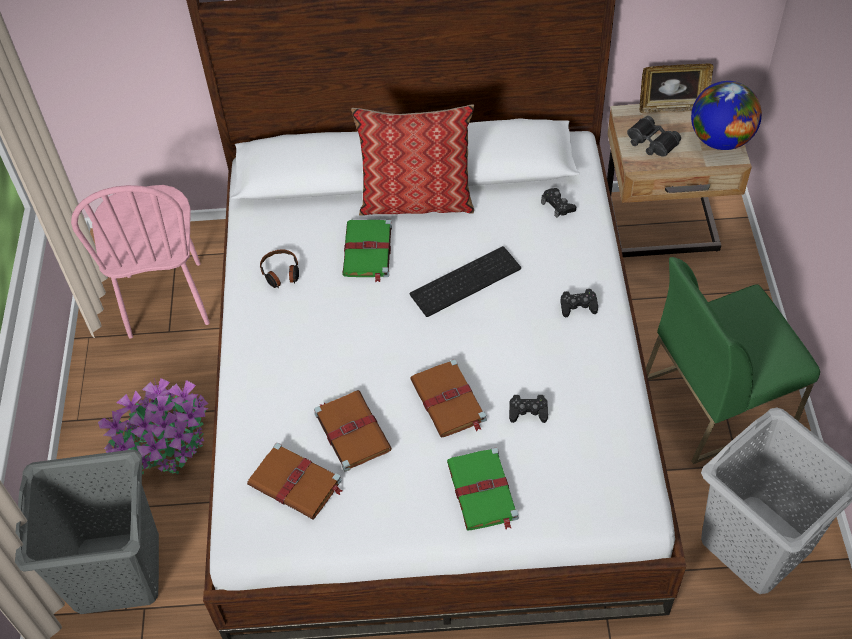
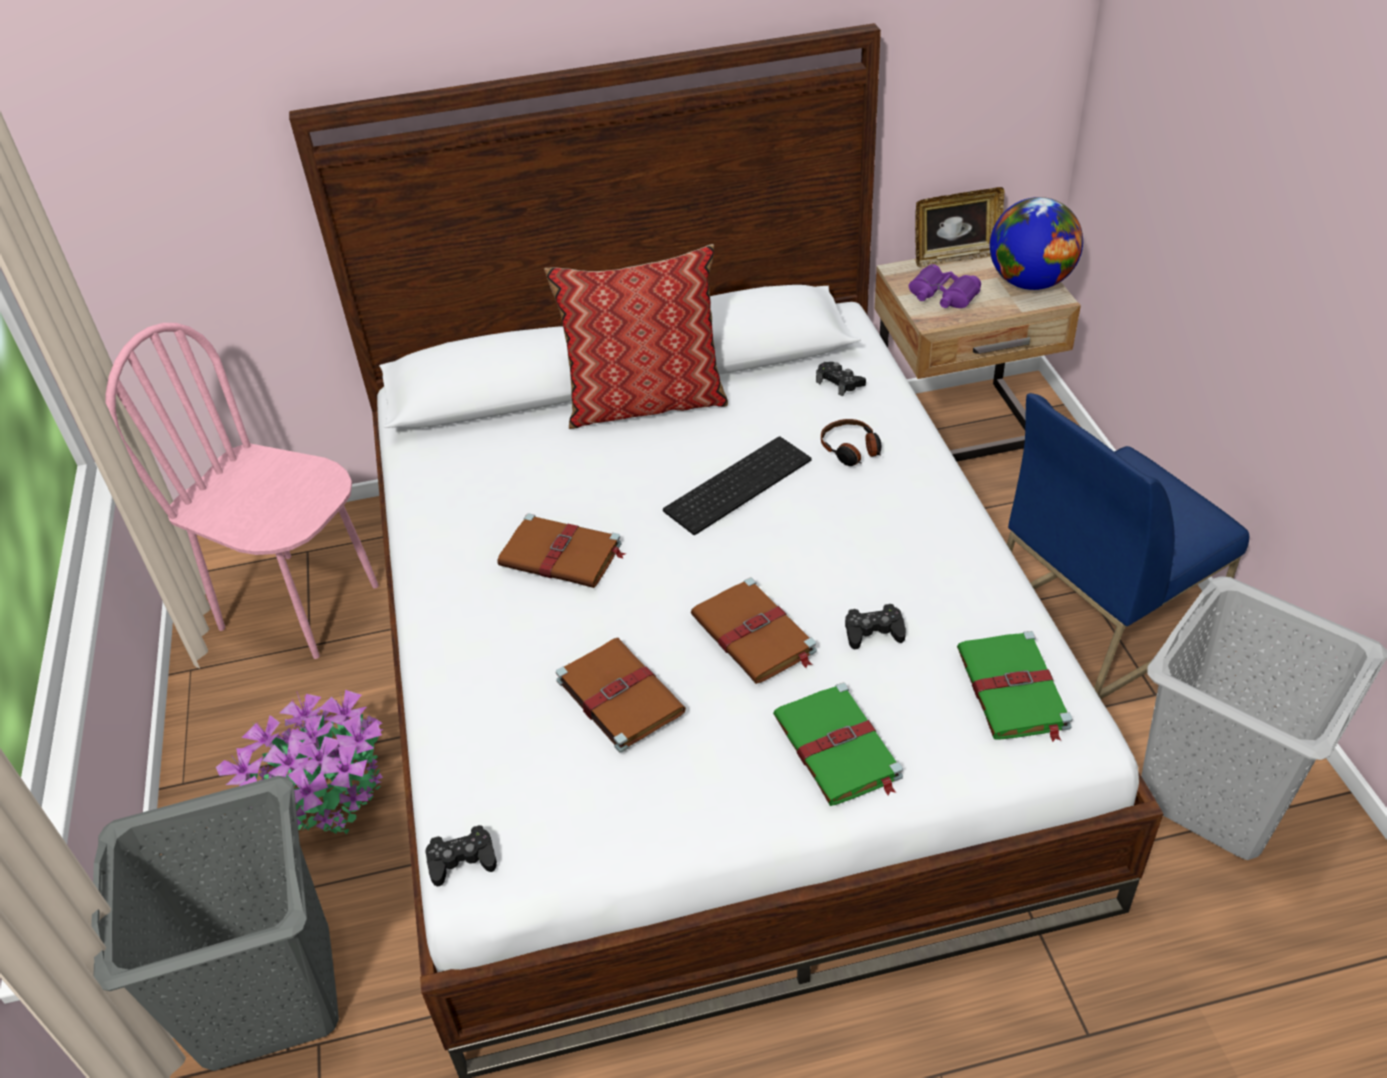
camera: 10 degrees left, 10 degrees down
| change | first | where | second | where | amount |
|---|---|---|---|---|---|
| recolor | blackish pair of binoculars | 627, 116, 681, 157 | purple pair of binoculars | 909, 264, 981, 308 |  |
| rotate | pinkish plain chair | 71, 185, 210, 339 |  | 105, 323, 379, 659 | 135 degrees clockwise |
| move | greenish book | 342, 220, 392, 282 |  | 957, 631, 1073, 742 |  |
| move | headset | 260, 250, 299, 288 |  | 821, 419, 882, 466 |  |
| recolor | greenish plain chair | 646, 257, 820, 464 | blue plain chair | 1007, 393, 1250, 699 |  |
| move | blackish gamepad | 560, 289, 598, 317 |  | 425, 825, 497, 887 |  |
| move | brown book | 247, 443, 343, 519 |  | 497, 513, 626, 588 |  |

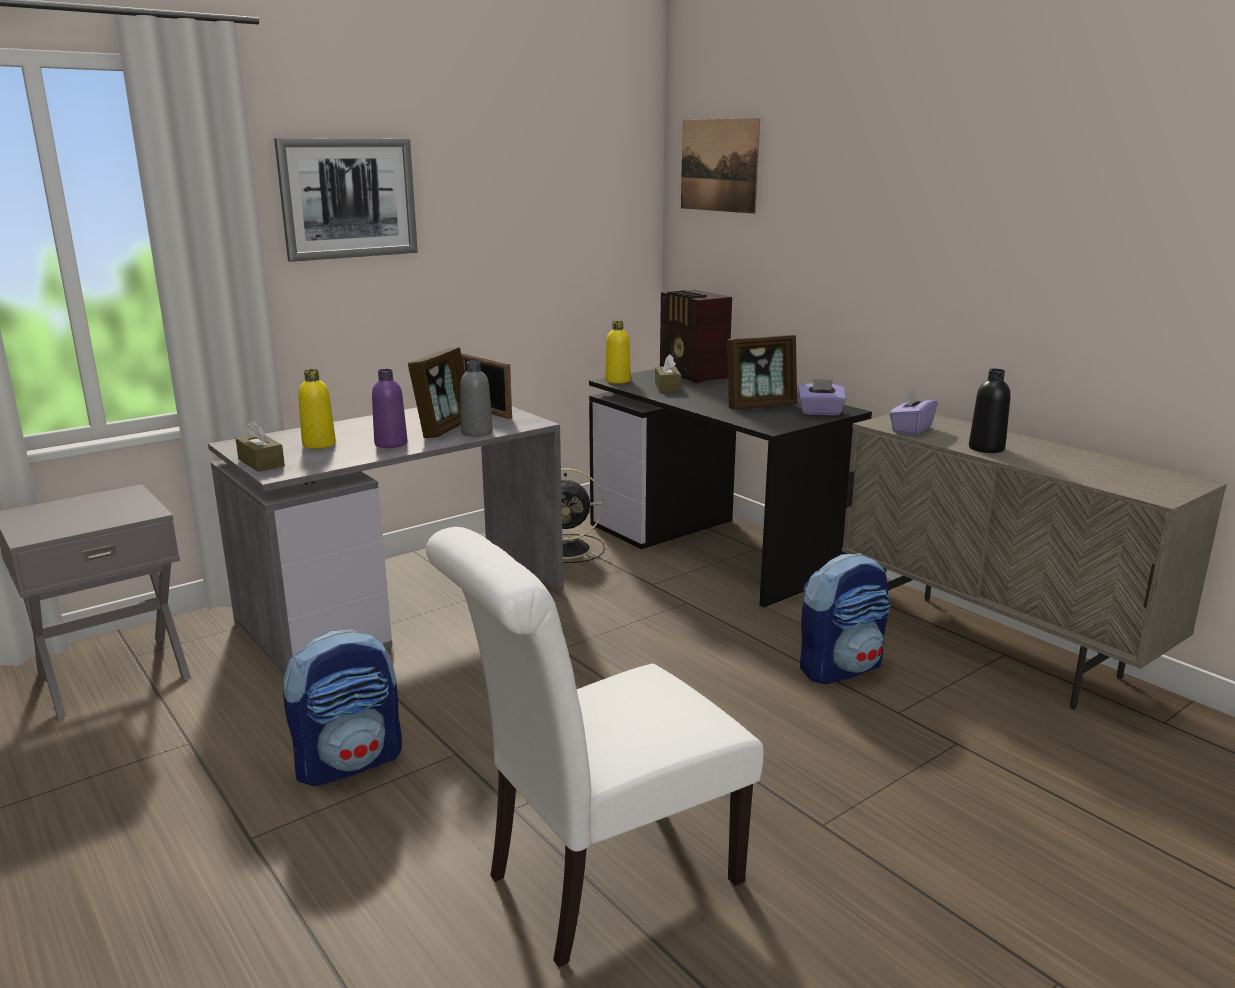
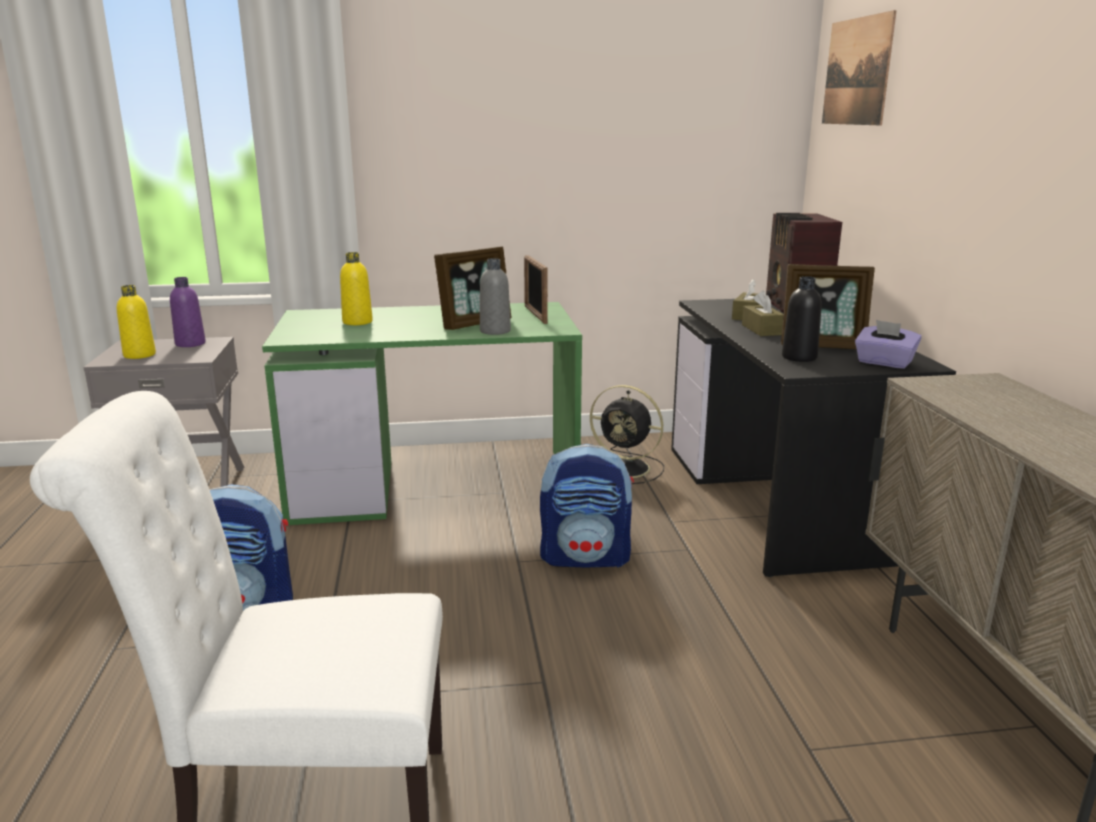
camera: 30 degrees right, 0 degrees up
| change | first | where | second | where | amount |
|---|---|---|---|---|---|
| delete | wall art | 274, 138, 418, 262 |  |  |  |
| move | yellowish drink bottle | 605, 321, 631, 384 |  | 117, 285, 156, 359 |  |
| move | purple drink bottle | 372, 369, 407, 448 |  | 170, 277, 206, 347 |  |
| move | blackish drink bottle | 969, 369, 1010, 453 |  | 782, 276, 822, 362 |  |
| delete | purple tissue holder | 889, 388, 938, 436 |  |  |  |
| recolor | gray desk table | 208, 407, 563, 676 | greenish desk table | 262, 302, 582, 525 |  |
| move | brown tissue holder | 236, 420, 285, 472 |  | 742, 291, 784, 336 |  |
| move | knapsack | 800, 553, 890, 684 |  | 540, 444, 634, 567 |  |

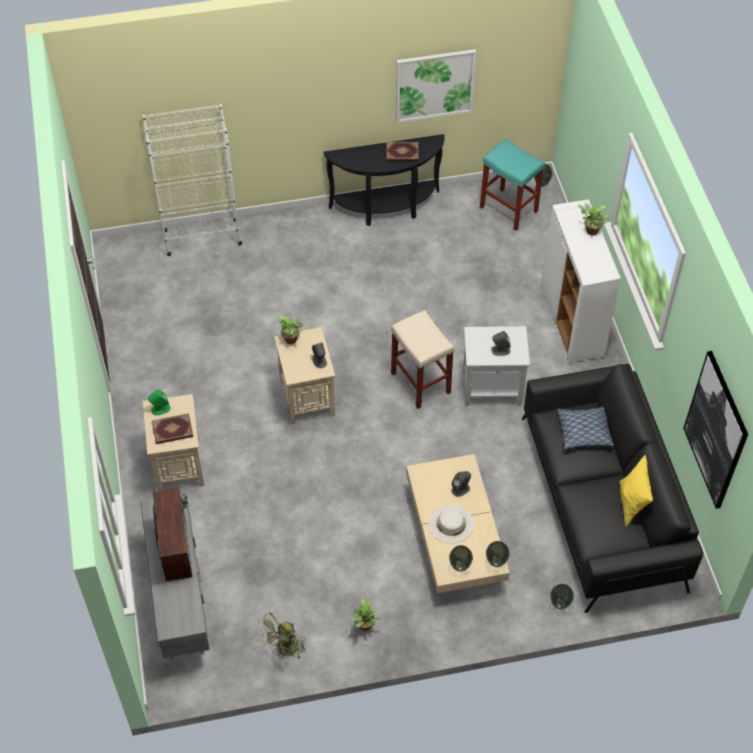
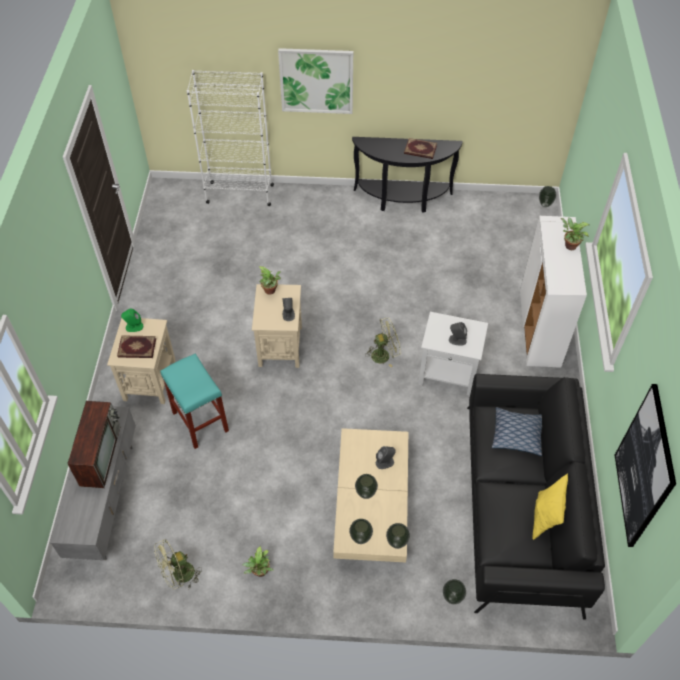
camera: 15 degrees right, 0 degrees up
| change | first | where | second | where | amount |
|---|---|---|---|---|---|
| move | wall art | 396, 49, 477, 123 |  | 278, 48, 353, 114 |  |
| move | turquoise-coloured stool | 480, 139, 545, 231 |  | 160, 354, 229, 449 |  |
| replace | beige stool | 391, 310, 455, 409 | greenish fan | 365, 318, 401, 367 |  |
| replace | white-coloured wearable hat | 429, 504, 474, 543 | vase | 355, 474, 378, 499 |  |

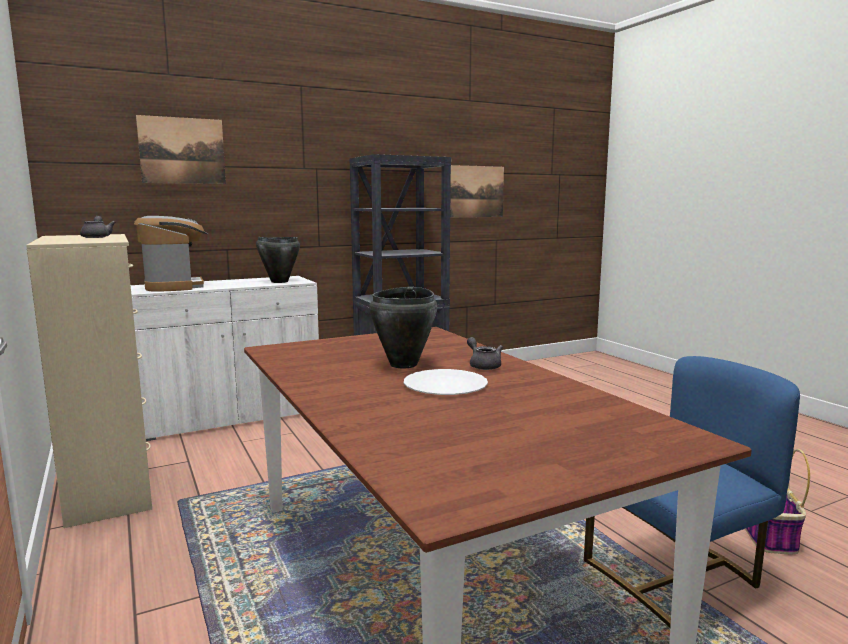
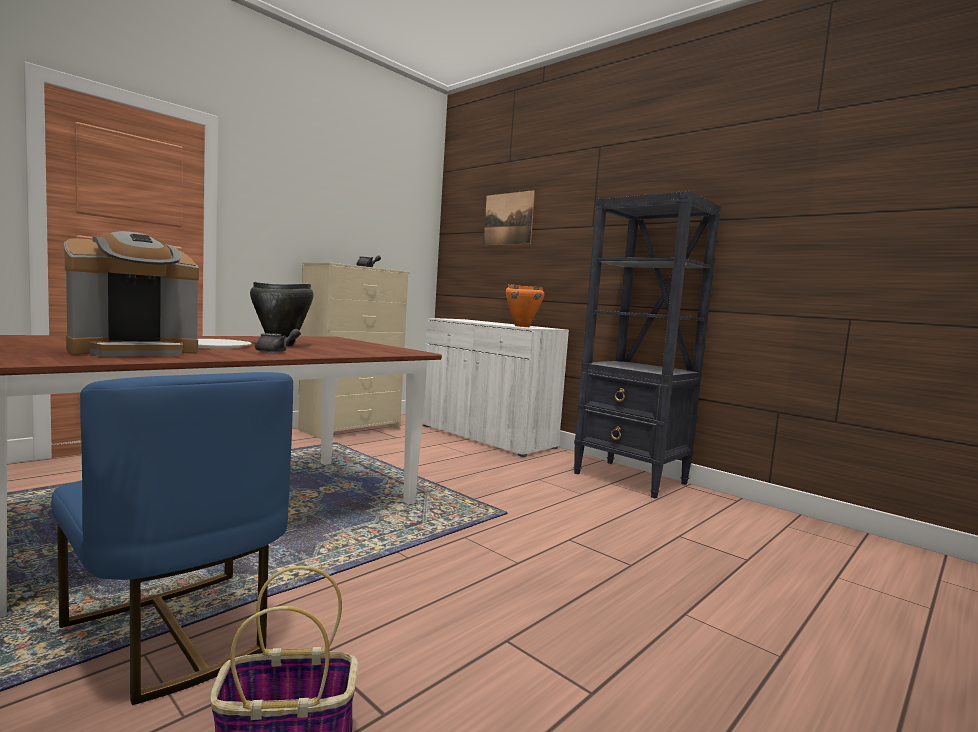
camera: 70 degrees right, 5 degrees down
| change | first | where | second | where | amount |
|---|---|---|---|---|---|
| delete | wall art | 450, 165, 504, 218 |  |  |  |
| move | coffee brewer | 134, 216, 208, 292 |  | 64, 231, 199, 357 |  |
| recolor | blackish cooking pot | 256, 237, 300, 283 | orangey cooking pot | 506, 284, 544, 327 |  |

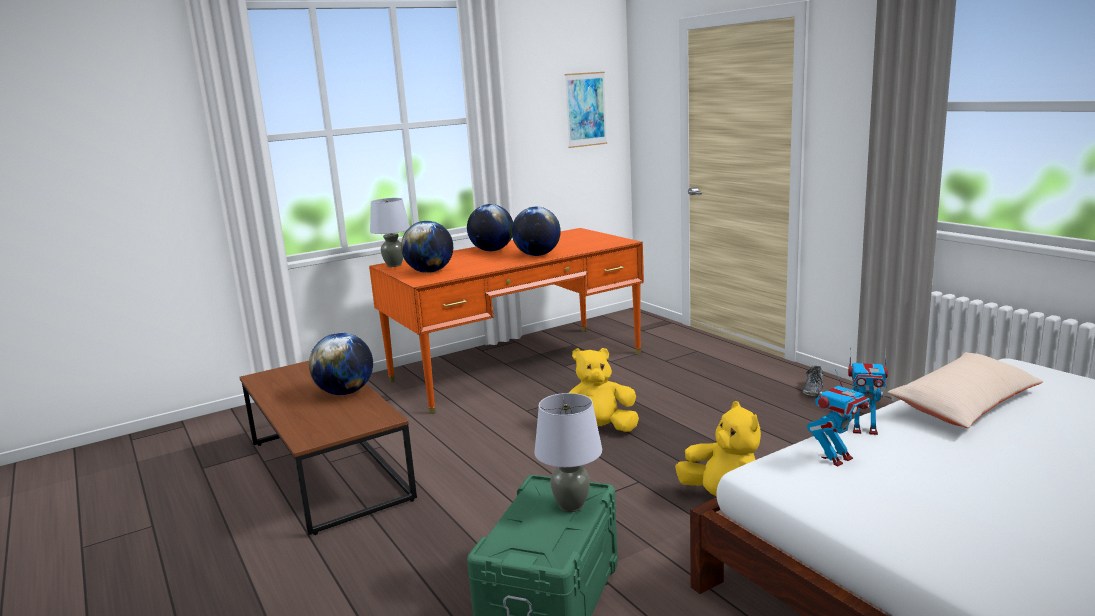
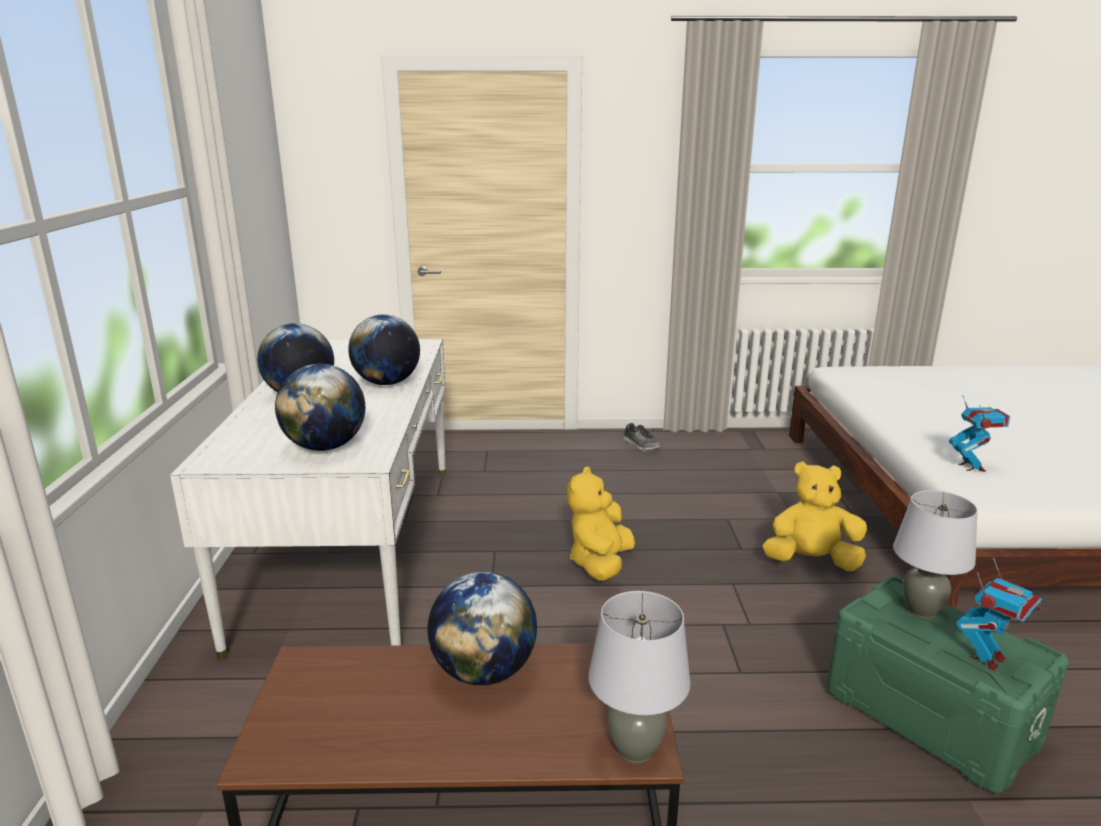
camera: 60 degrees left, 5 degrees up
| change | first | where | second | where | amount |
|---|---|---|---|---|---|
| delete | wall art | 565, 72, 607, 148 |  |  |  |
| move | gray lamp for a table | 370, 198, 410, 267 |  | 588, 591, 691, 763 |  |
| recolor | orangey desk table | 369, 228, 644, 414 | white-coloured desk table | 170, 339, 446, 660 |  |
| move | robot figure | 848, 347, 888, 435 |  | 957, 558, 1042, 671 |  |
| delete | beige throw pillow | 887, 352, 1043, 428 |  |  |  |

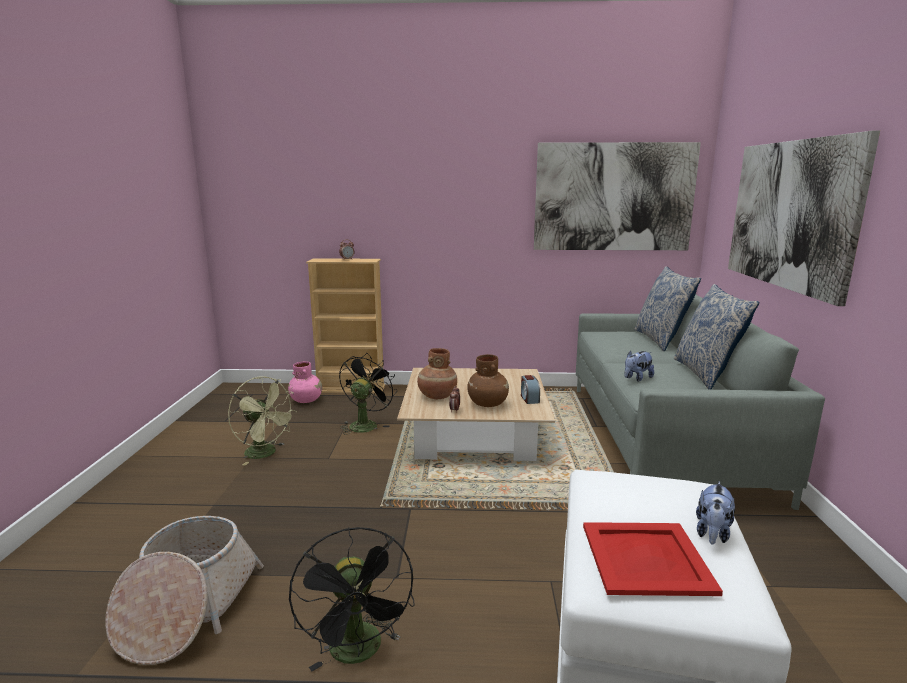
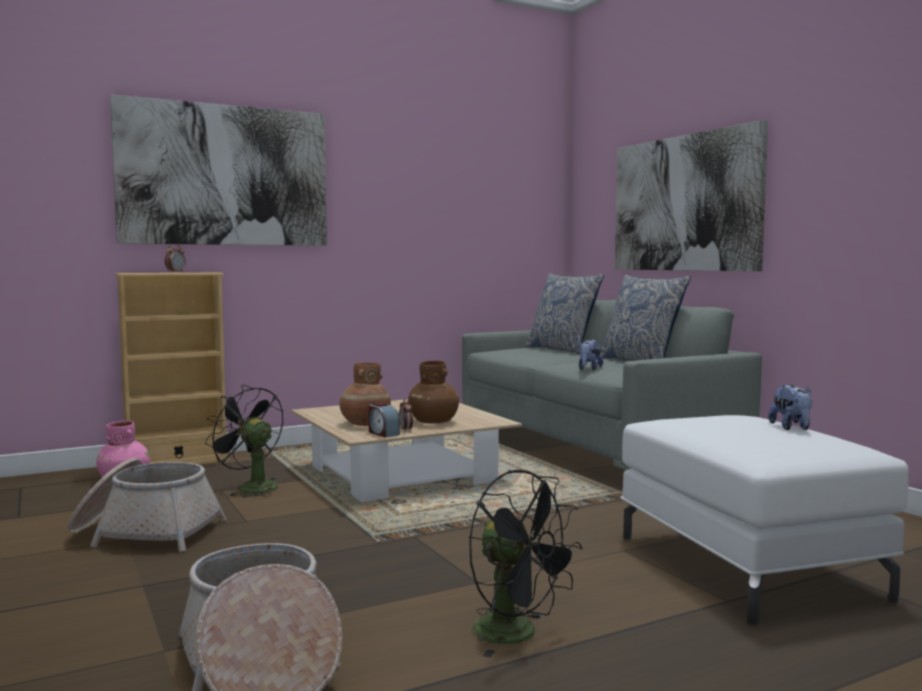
camera: 30 degrees left, 10 degrees down
| change | first | where | second | where | amount |
|---|---|---|---|---|---|
| move | wall art | 534, 142, 701, 250 |  | 110, 94, 327, 246 |  |
| rotate | blackish fan | 339, 353, 397, 435 |  | 205, 385, 283, 498 | 45 degrees counterclockwise |
| move | bedside clock | 521, 375, 540, 404 |  | 368, 402, 400, 438 |  |
| replace | greenish fan | 228, 376, 297, 466 | basket | 68, 458, 227, 552 |  |
| delete | reddish serving tray | 583, 522, 723, 596 |  |  |  |

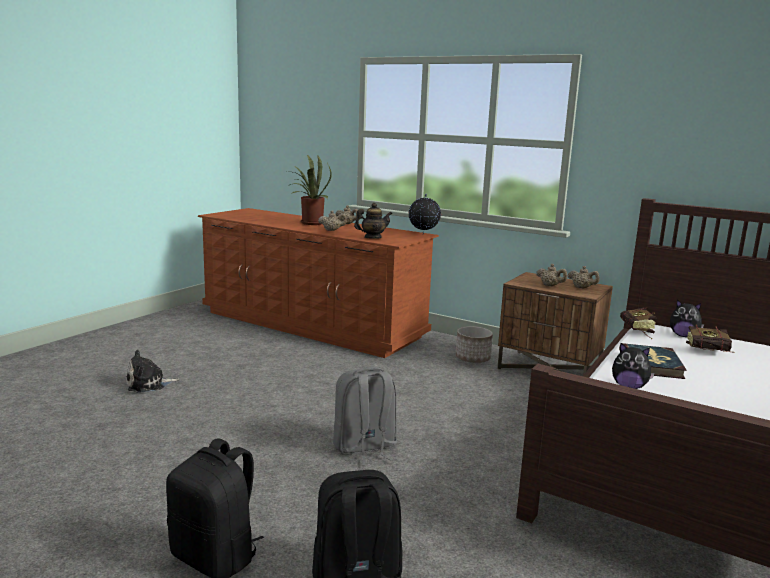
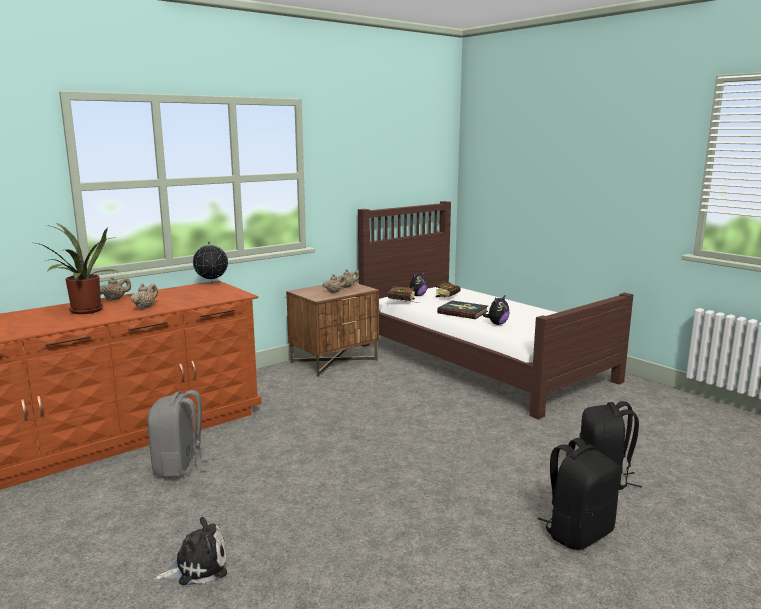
camera: 70 degrees left, 0 degrees up
| change | first | where | second | where | amount |
|---|---|---|---|---|---|
| delete | pot for tea | 354, 203, 392, 239 |  |  |  |
| delete | planter | 456, 326, 493, 363 |  |  |  |
| rotate | soft toy | 126, 350, 179, 393 |  | 154, 517, 227, 585 | 105 degrees counterclockwise |
| move | gray knapsack | 333, 367, 397, 465 |  | 147, 390, 215, 479 |  |

